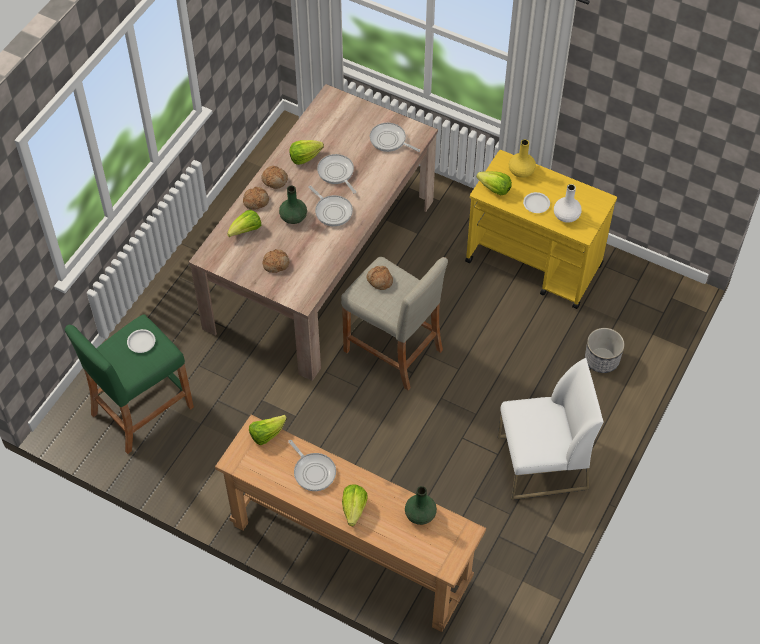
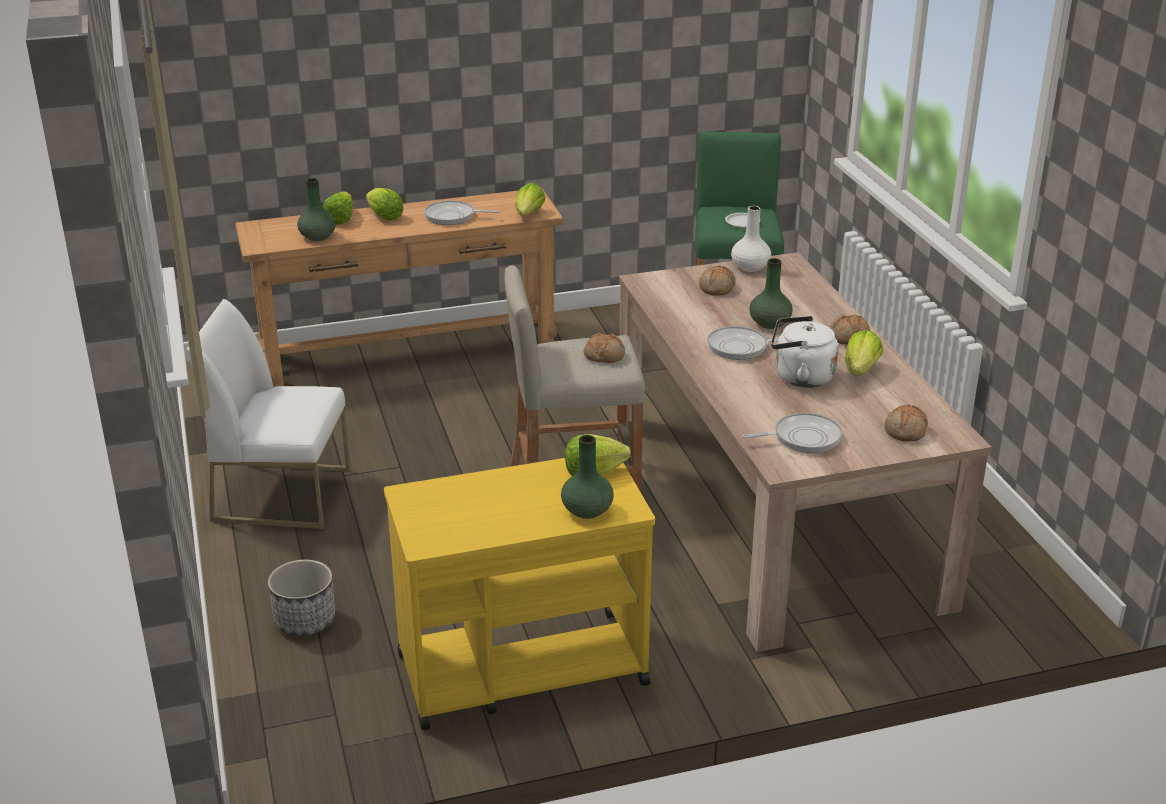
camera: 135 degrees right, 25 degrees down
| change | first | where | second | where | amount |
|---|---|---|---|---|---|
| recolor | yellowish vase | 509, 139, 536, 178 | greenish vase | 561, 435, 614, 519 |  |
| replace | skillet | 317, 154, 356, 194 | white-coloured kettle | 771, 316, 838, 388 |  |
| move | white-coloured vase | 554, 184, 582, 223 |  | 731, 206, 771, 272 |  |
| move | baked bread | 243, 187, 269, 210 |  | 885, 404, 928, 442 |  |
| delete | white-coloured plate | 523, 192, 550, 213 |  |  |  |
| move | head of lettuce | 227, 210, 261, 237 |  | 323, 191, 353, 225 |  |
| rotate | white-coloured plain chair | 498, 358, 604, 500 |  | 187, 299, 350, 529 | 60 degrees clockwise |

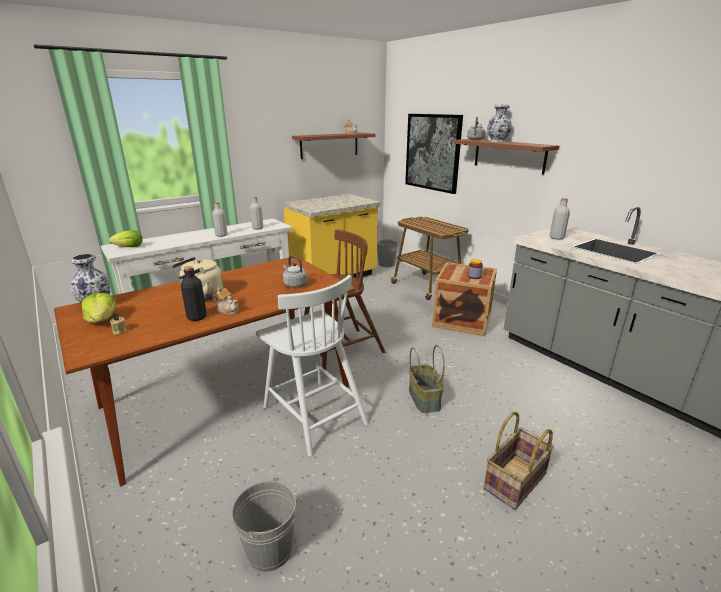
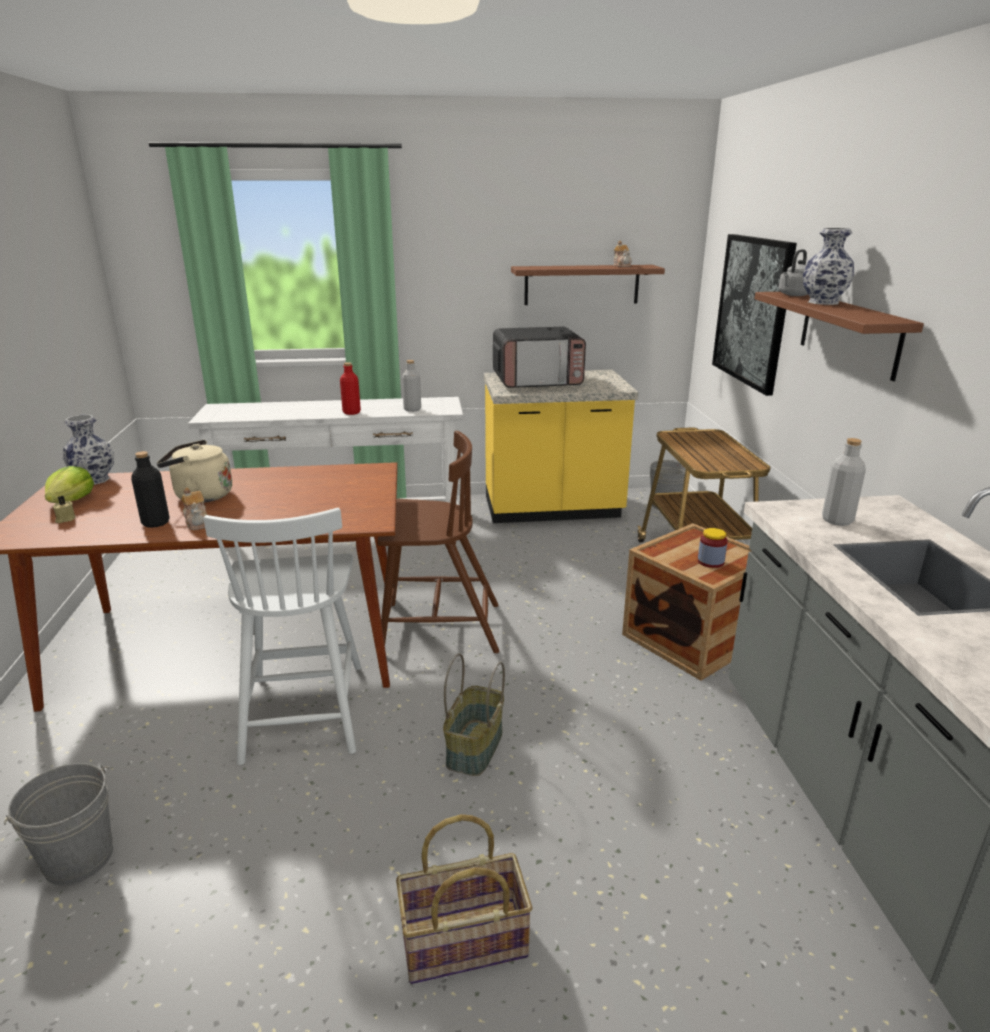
camera: 30 degrees right, 0 degrees up
| change | first | where | second | where | amount |
|---|---|---|---|---|---|
| recolor | gray drink bottle | 212, 202, 228, 237 | reddish drink bottle | 340, 362, 361, 415 |  |
| delete | head of lettuce | 109, 230, 142, 247 |  |  |  |
| delete | gray kettle | 283, 256, 308, 288 |  |  |  |
| insert |  |  | kitchen microwave | 493, 327, 586, 388 |  |

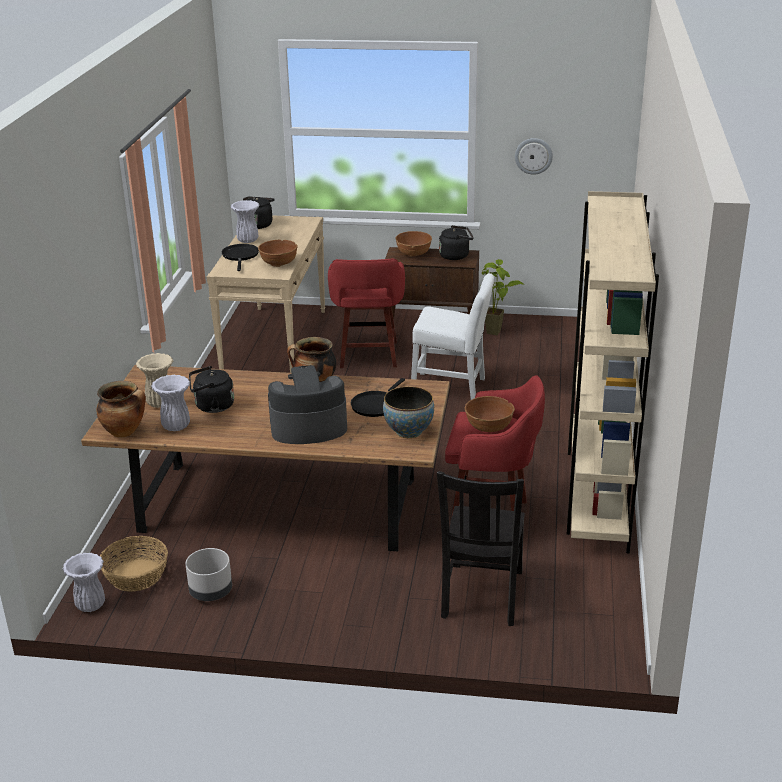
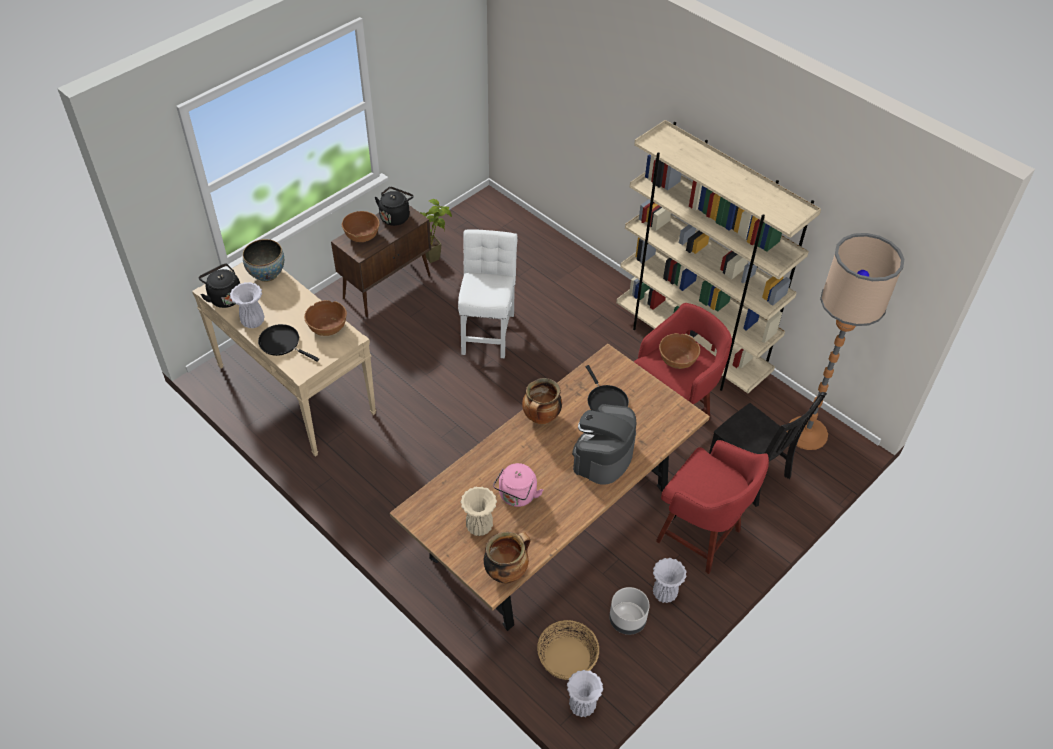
camera: 55 degrees left, 20 degrees up
| change | first | where | second | where | amount |
|---|---|---|---|---|---|
| delete | wall clock | 515, 138, 553, 175 |  |  |  |
| move | reddish stool | 328, 258, 405, 368 |  | 656, 440, 769, 574 |  |
| rotate | white-coloured plain chair | 411, 273, 494, 400 |  | 458, 229, 518, 358 | 45 degrees counterclockwise |
| recolor | blackish kettle | 189, 366, 234, 413 | pinkish kettle | 493, 463, 543, 507 |  |
| move | white-coloured vase | 151, 375, 190, 431 |  | 653, 558, 687, 603 |  |
| move | serving bowl | 383, 386, 434, 438 |  | 243, 239, 284, 282 |  |
| insert |  |  | standard lamp | 787, 233, 904, 450 |  |

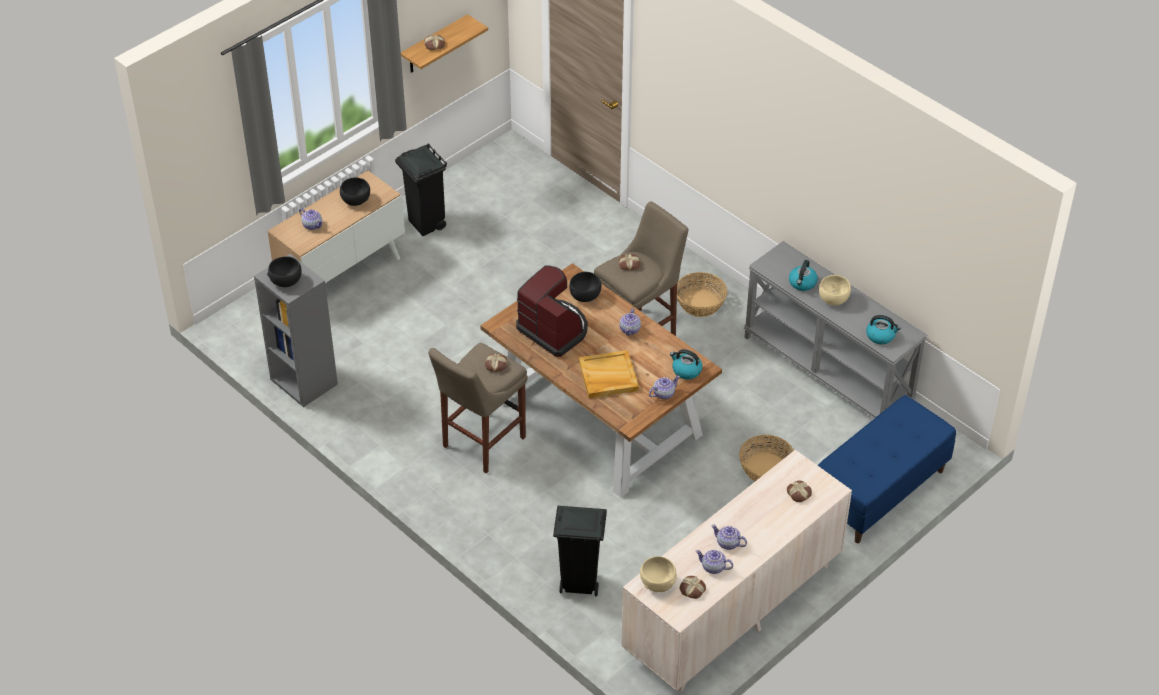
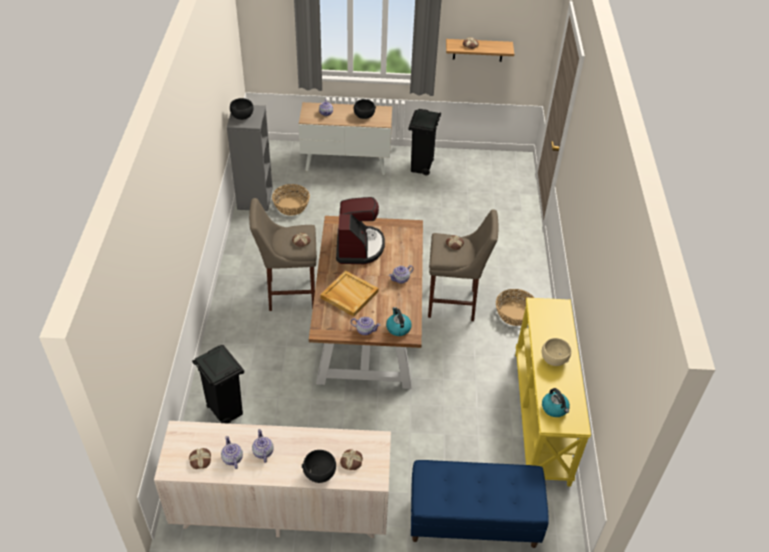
camera: 45 degrees right, 0 degrees up
| change | first | where | second | where | amount |
|---|---|---|---|---|---|
| recolor | gray hall table | 744, 241, 928, 418 | yellowish hall table | 515, 298, 591, 486 |  |
| delete | kettle | 789, 260, 818, 291 |  |  |  |
| move | blackish serving bowl | 569, 272, 602, 302 |  | 302, 450, 336, 483 |  |
| move | basket | 739, 435, 794, 481 |  | 272, 184, 310, 216 |  |
| delete | beige serving bowl | 640, 556, 676, 592 |  |  |  |

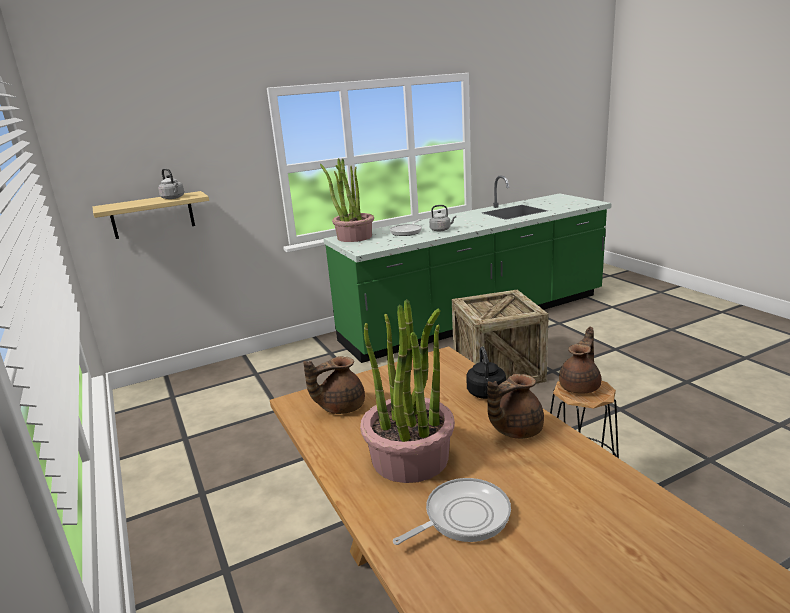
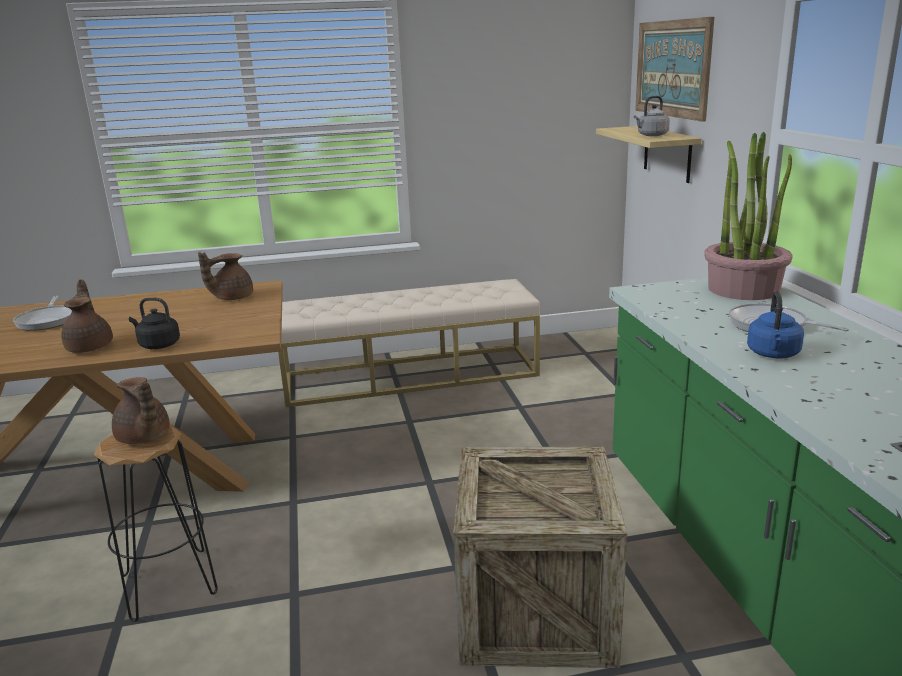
camera: 105 degrees right, 0 degrees up
| change | first | where | second | where | amount |
|---|---|---|---|---|---|
| recolor | gray kettle | 429, 205, 456, 232 | blue kettle | 747, 291, 804, 358 |  |
| delete | plant in a pot | 360, 299, 455, 483 |  |  |  |
| rotate | brown pot for tea | 303, 356, 365, 414 |  | 198, 252, 253, 300 | 120 degrees counterclockwise |
| insert |  |  | wall art | 635, 17, 714, 122 |  |
| insert |  |  | beige bench | 278, 279, 540, 407 |  |

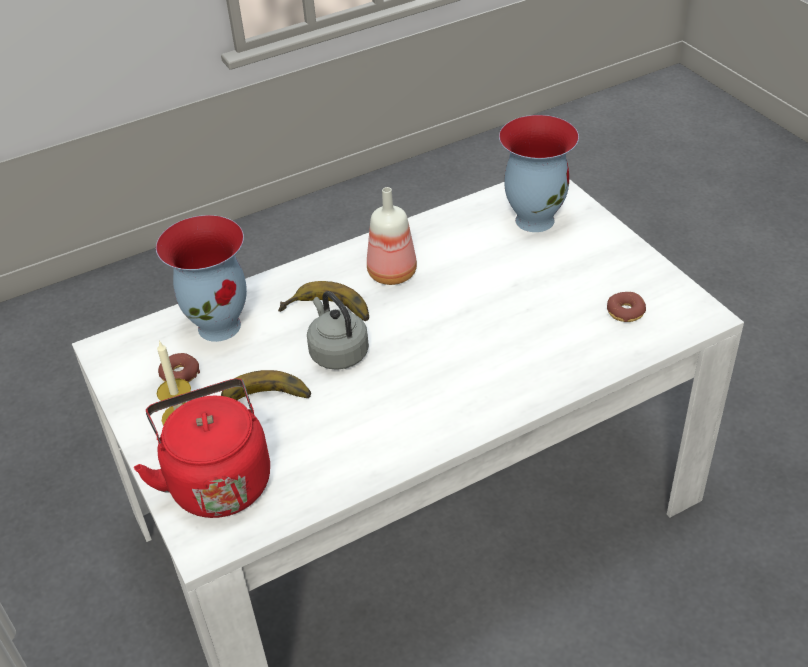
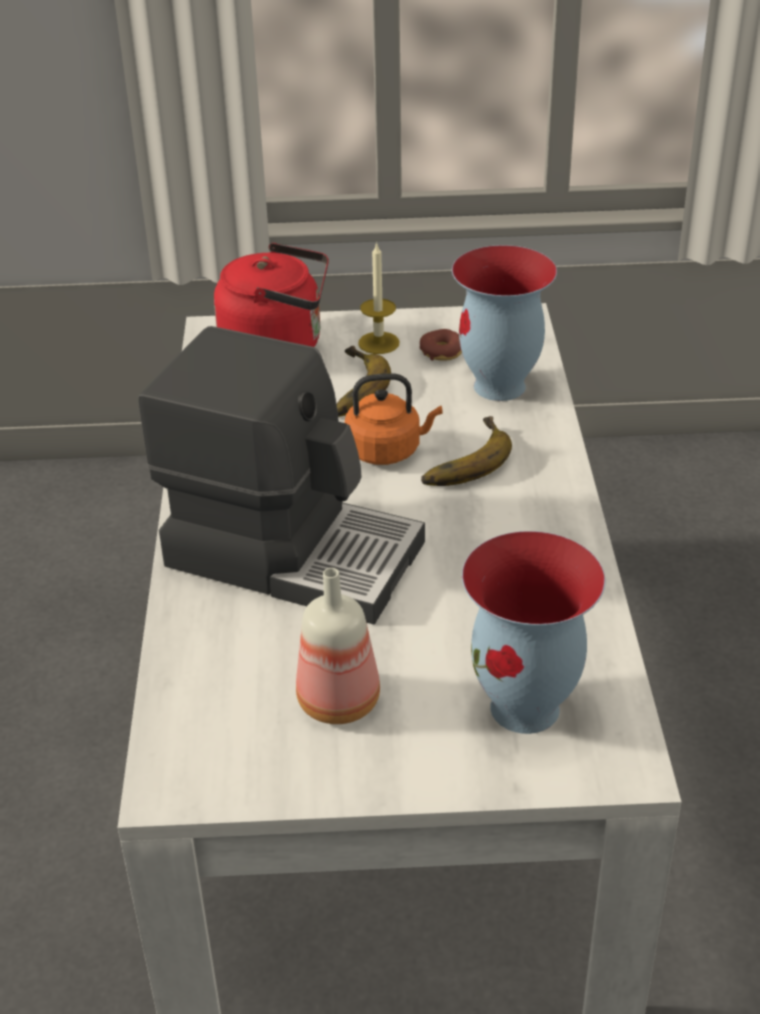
camera: 115 degrees right, 5 degrees down
| change | first | where | second | where | amount |
|---|---|---|---|---|---|
| move | drink bottle | 367, 187, 417, 285 |  | 296, 568, 380, 724 |  |
| recolor | gray kettle | 307, 291, 369, 370 | orangey kettle | 345, 373, 443, 465 |  |
| delete | donut | 607, 292, 646, 322 |  |  |  |
| insert |  |  | coffee brewer | 138, 326, 425, 624 |  |

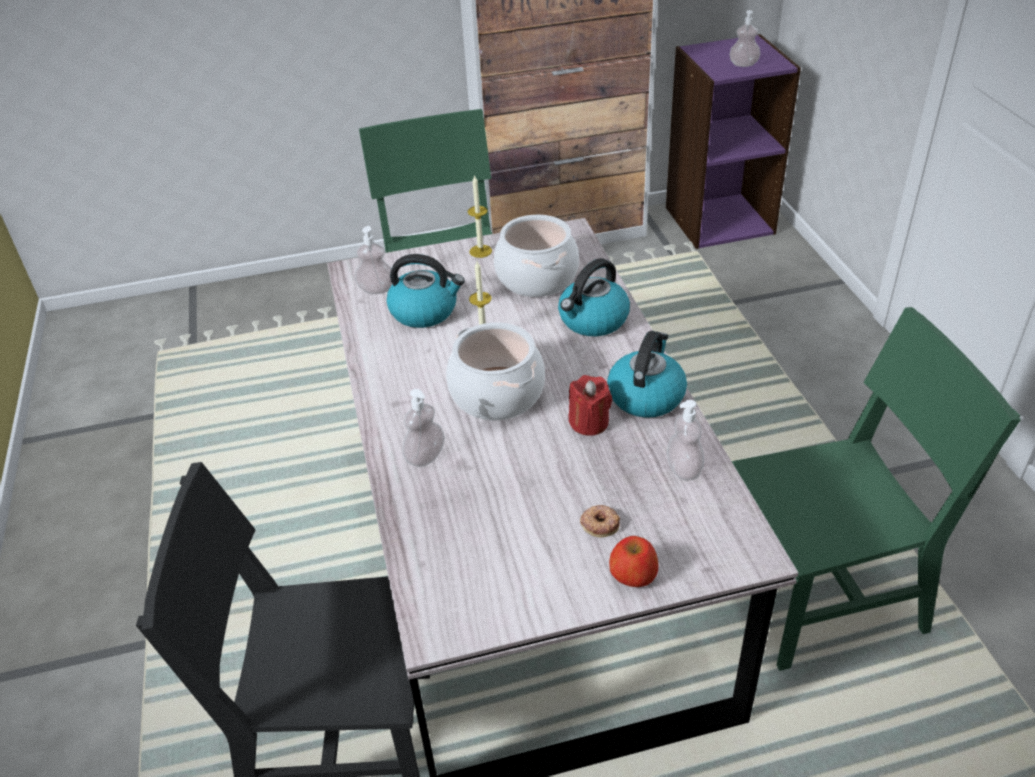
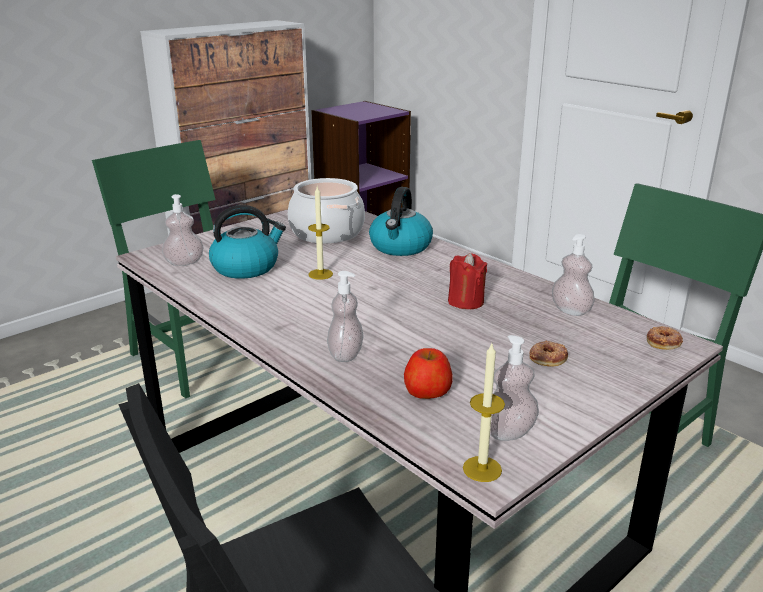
camera: 30 degrees left, 15 degrees down
| change | first | where | second | where | amount |
|---|---|---|---|---|---|
| move | soap bottle | 730, 10, 760, 67 |  | 490, 335, 539, 441 |  |
| move | wax candle | 468, 175, 492, 258 |  | 463, 344, 505, 482 |  |
| delete | cooking pot | 446, 322, 545, 420 |  |  |  |
| delete | kettle | 607, 331, 687, 418 |  |  |  |
| move | apple | 609, 536, 658, 587 |  | 404, 348, 453, 399 |  |
| insert |  |  | donut | 647, 326, 683, 350 |  |

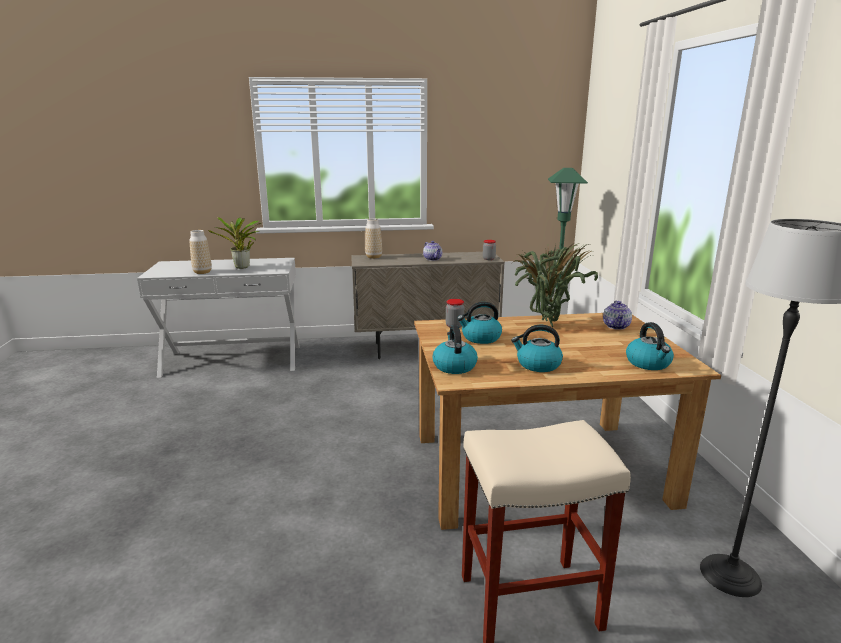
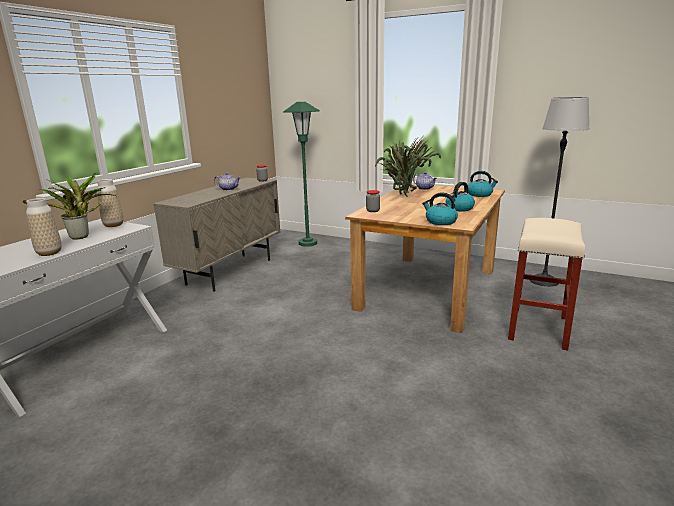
camera: 55 degrees left, 0 degrees up
| change | first | where | second | where | amount |
|---|---|---|---|---|---|
| move | vase | 365, 218, 382, 259 |  | 97, 179, 124, 227 |  |
| delete | kettle | 457, 302, 502, 344 |  |  |  |

